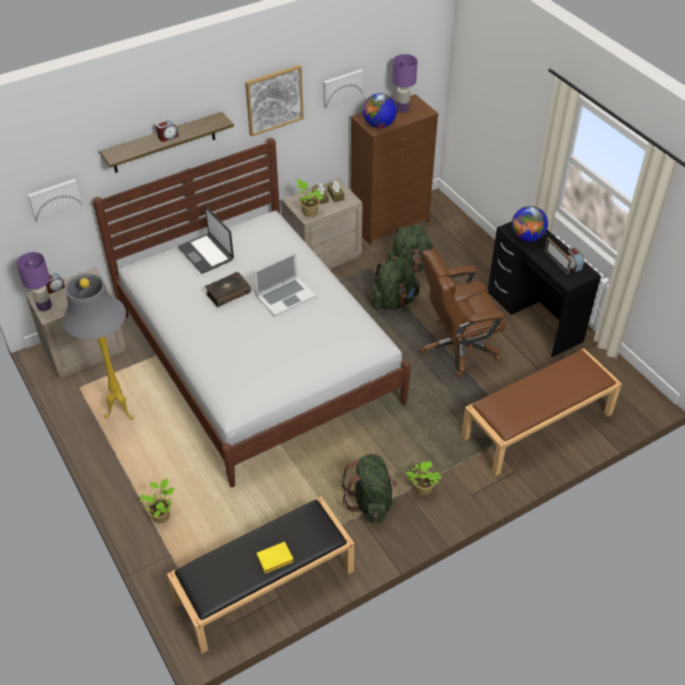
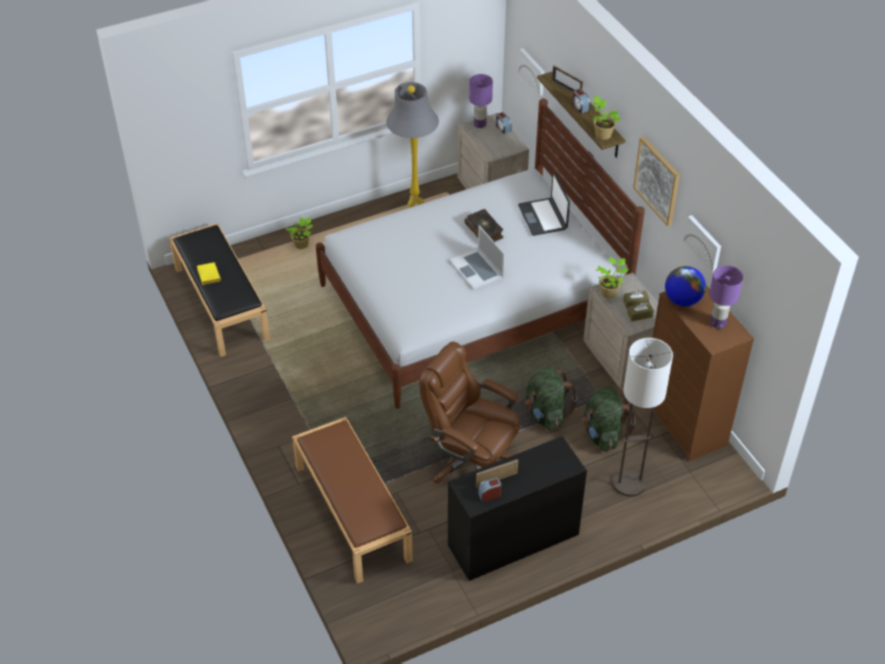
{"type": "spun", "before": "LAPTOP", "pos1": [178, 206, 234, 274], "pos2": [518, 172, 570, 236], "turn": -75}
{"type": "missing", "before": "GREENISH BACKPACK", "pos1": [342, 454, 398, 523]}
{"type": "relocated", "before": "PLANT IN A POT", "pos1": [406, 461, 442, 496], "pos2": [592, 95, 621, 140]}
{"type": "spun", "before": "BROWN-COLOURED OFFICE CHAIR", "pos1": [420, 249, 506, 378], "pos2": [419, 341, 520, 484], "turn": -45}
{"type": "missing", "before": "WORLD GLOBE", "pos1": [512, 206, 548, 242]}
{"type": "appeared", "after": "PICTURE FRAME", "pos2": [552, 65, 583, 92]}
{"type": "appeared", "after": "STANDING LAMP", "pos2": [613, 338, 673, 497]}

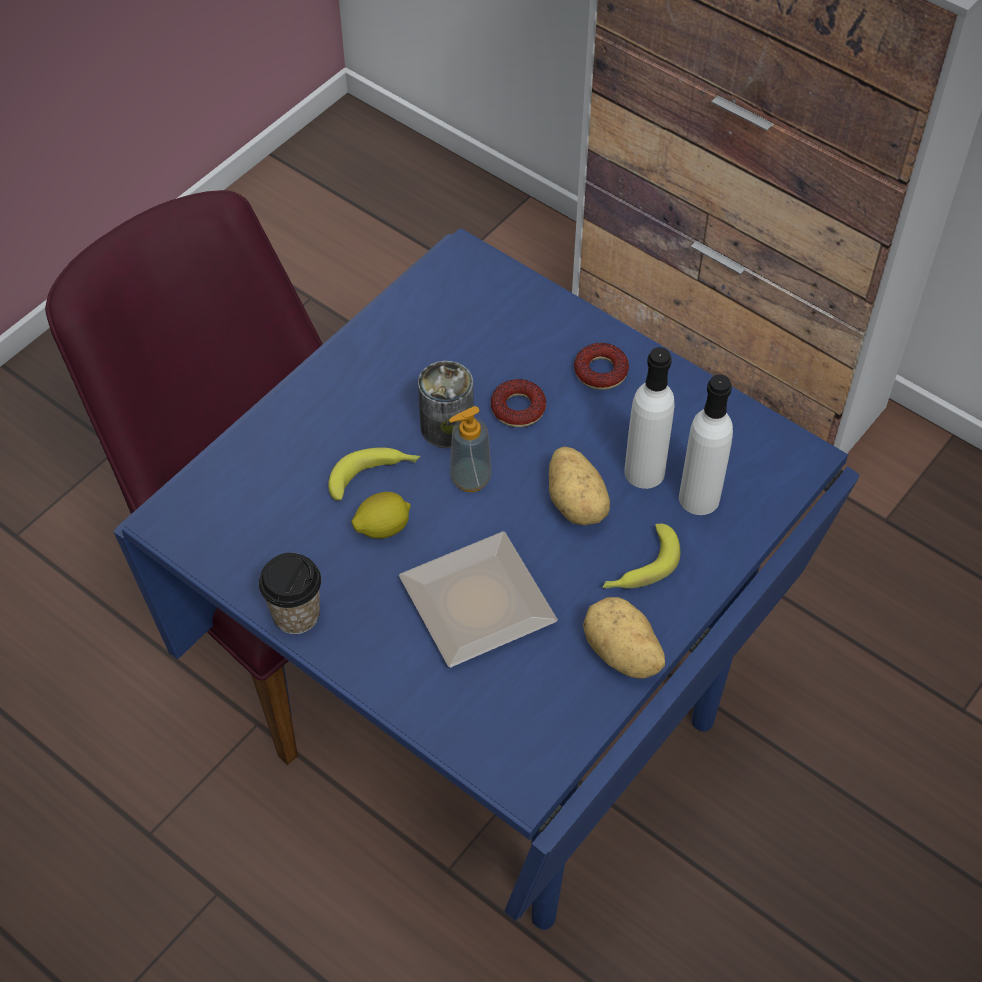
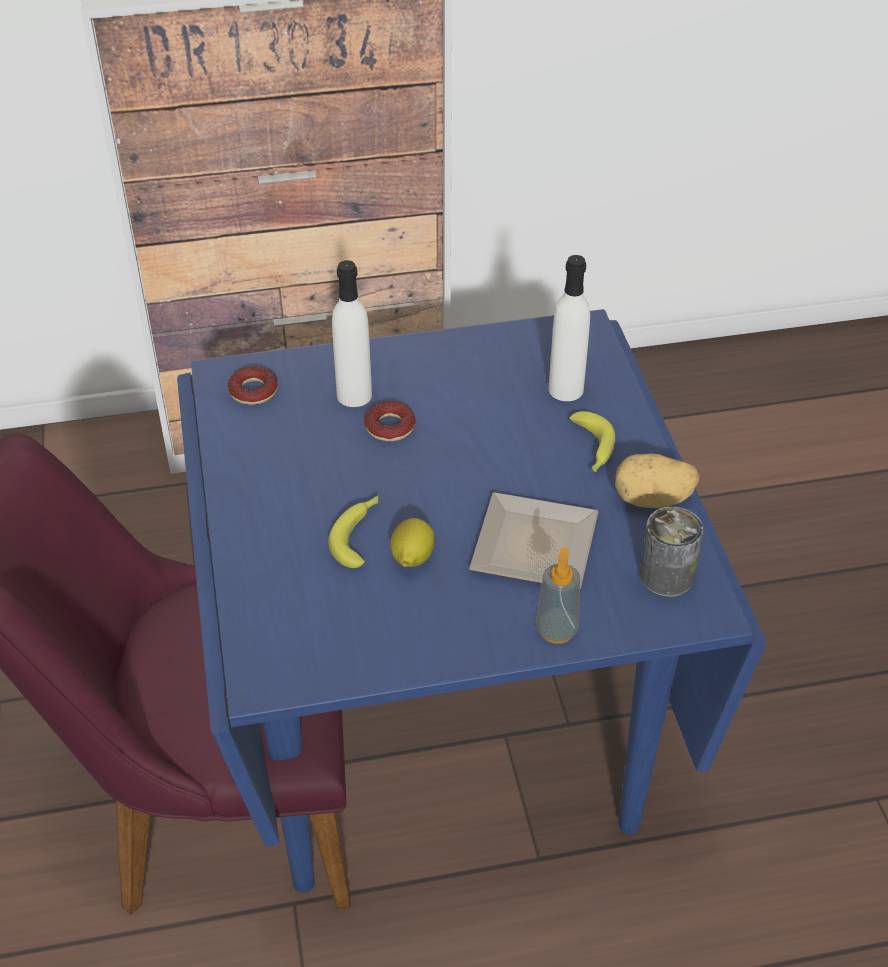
{"type": "missing", "before": "CUP", "pos1": [259, 553, 321, 634]}
{"type": "relocated", "before": "CAN", "pos1": [418, 361, 474, 448], "pos2": [640, 507, 703, 597]}
{"type": "relocated", "before": "LIQUID SOAP BOTTLE", "pos1": [449, 406, 492, 492], "pos2": [536, 548, 580, 644]}
{"type": "missing", "before": "SPUD", "pos1": [549, 446, 610, 526]}
{"type": "relocated", "before": "DOUGHNUT", "pos1": [574, 343, 629, 390], "pos2": [228, 366, 278, 405]}
{"type": "relocated", "before": "WHITE BOTTLE", "pos1": [624, 347, 674, 489], "pos2": [332, 260, 372, 407]}

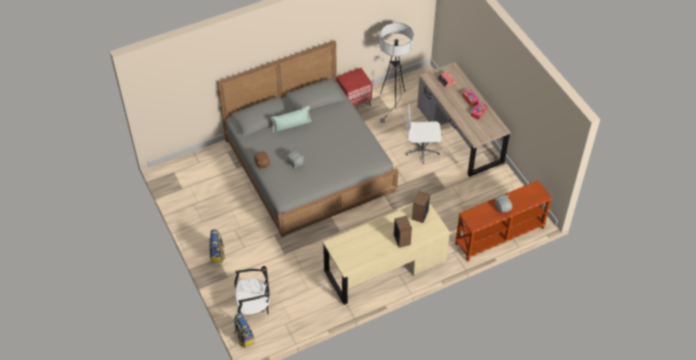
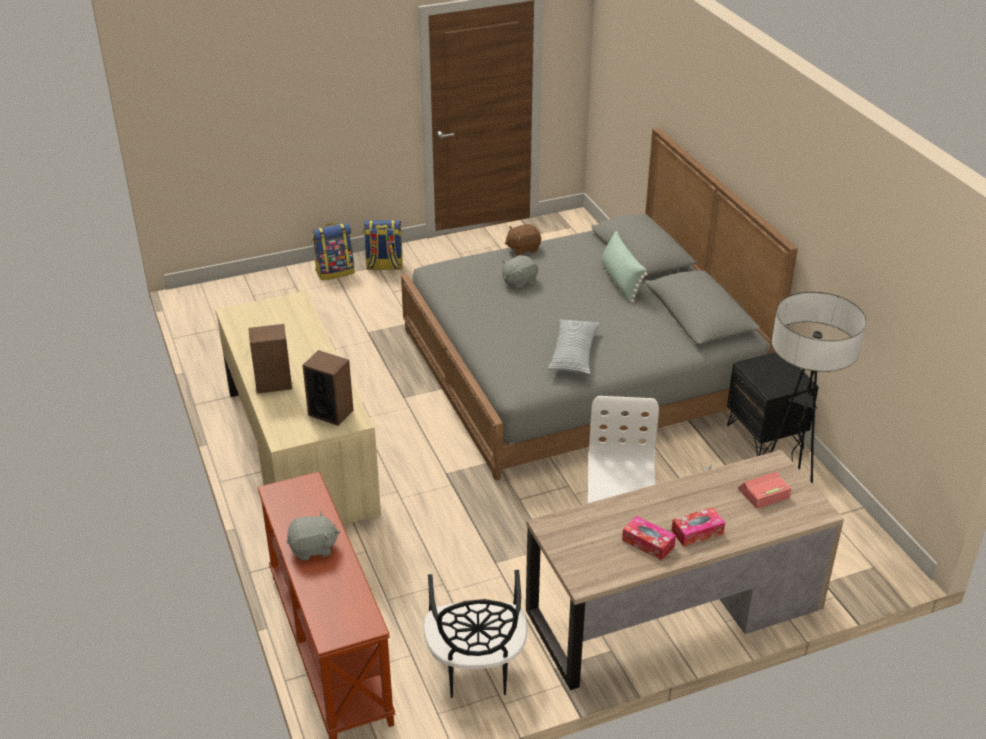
{"type": "relocated", "before": "BACKPACK", "pos1": [234, 313, 254, 348], "pos2": [313, 223, 354, 280]}
{"type": "relocated", "before": "BLACKISH CHAIR", "pos1": [235, 266, 270, 315], "pos2": [423, 570, 527, 698]}
{"type": "colour", "before": "REDDISH NIGHTSTAND", "after": "BLACKISH NIGHTSTAND", "pos1": [337, 68, 372, 106], "pos2": [727, 352, 819, 456]}
{"type": "appeared", "after": "PILLOW", "pos2": [547, 319, 600, 374]}

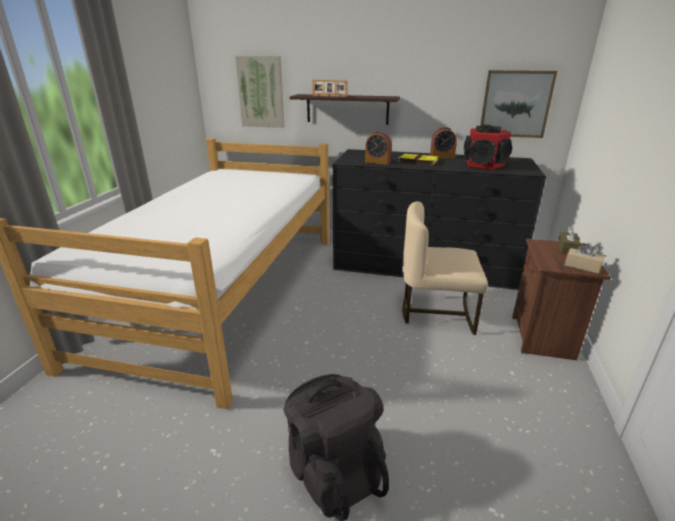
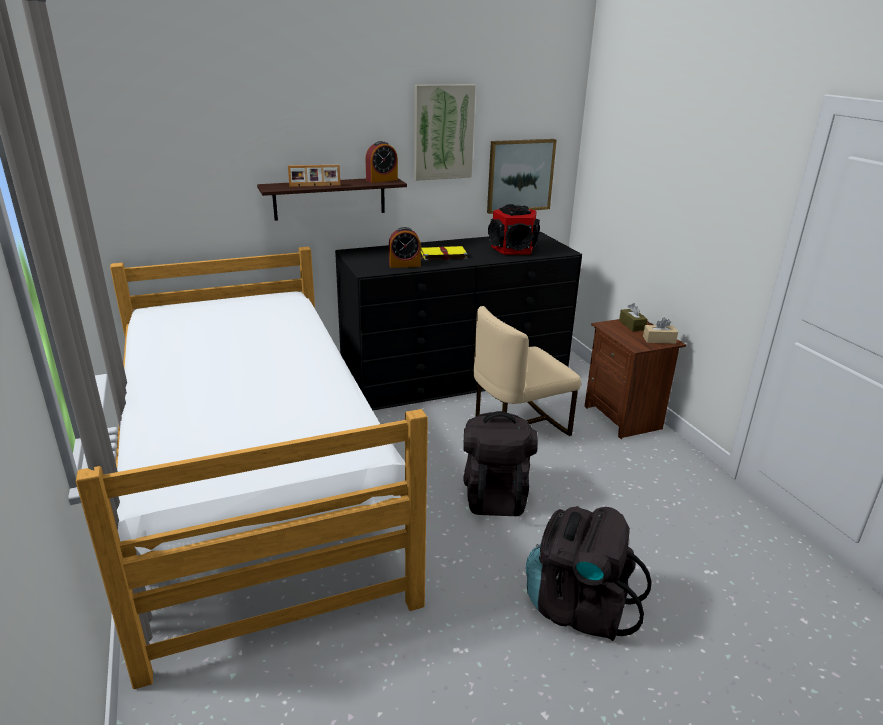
{"type": "relocated", "before": "PICTURE", "pos1": [235, 56, 284, 128], "pos2": [414, 85, 476, 181]}
{"type": "relocated", "before": "BEDSIDE CLOCK", "pos1": [430, 127, 457, 158], "pos2": [366, 141, 398, 183]}
{"type": "appeared", "after": "BLACKISH BACKPACK", "pos2": [463, 411, 538, 516]}

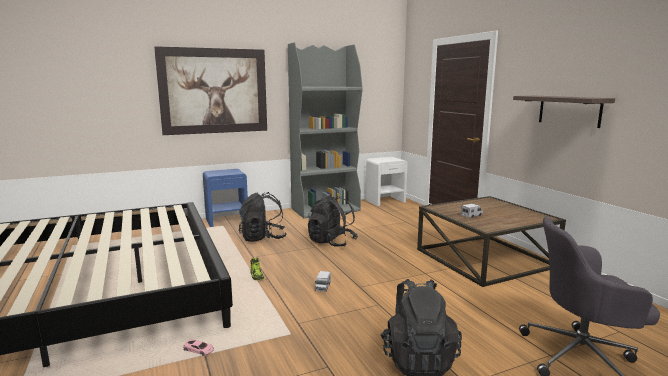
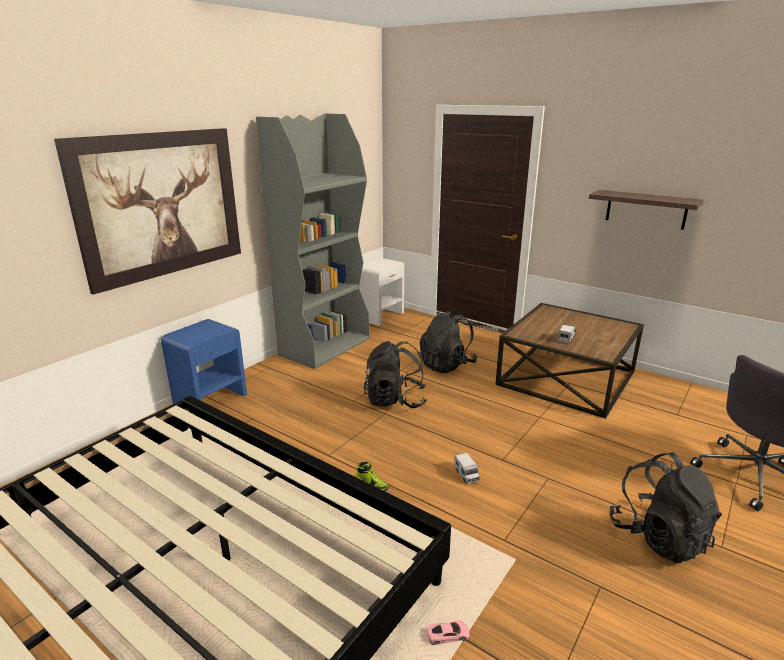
{"type": "relocated", "before": "BLACKISH BACKPACK", "pos1": [239, 192, 287, 242], "pos2": [420, 310, 478, 373]}

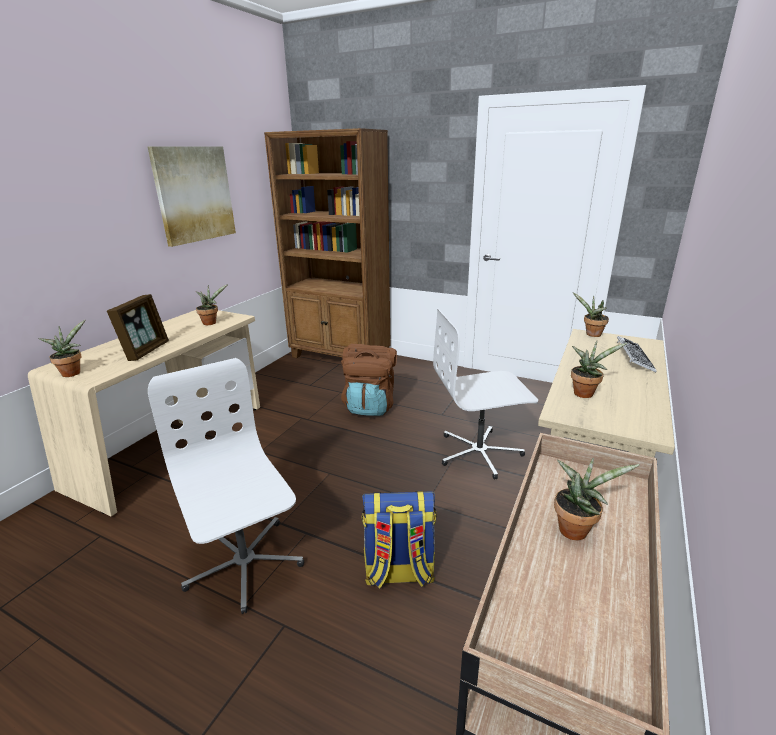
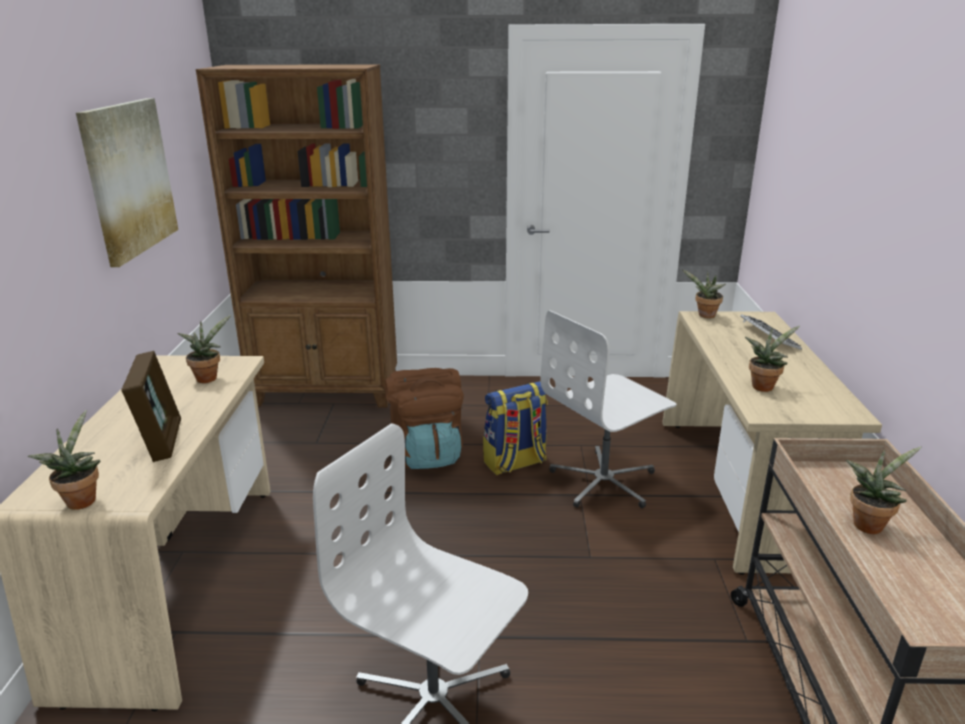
{"type": "relocated", "before": "BACKPACK", "pos1": [362, 491, 437, 588], "pos2": [483, 381, 548, 475]}

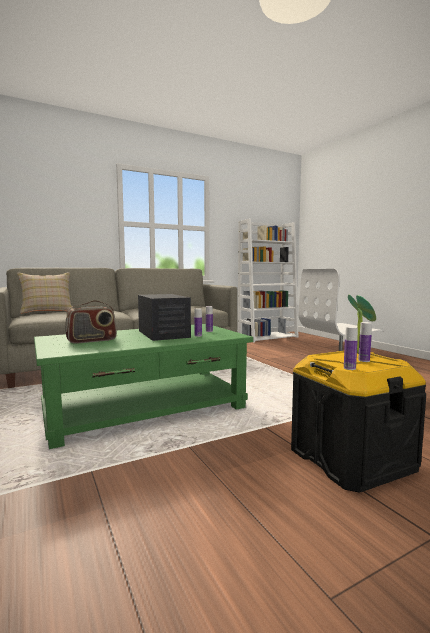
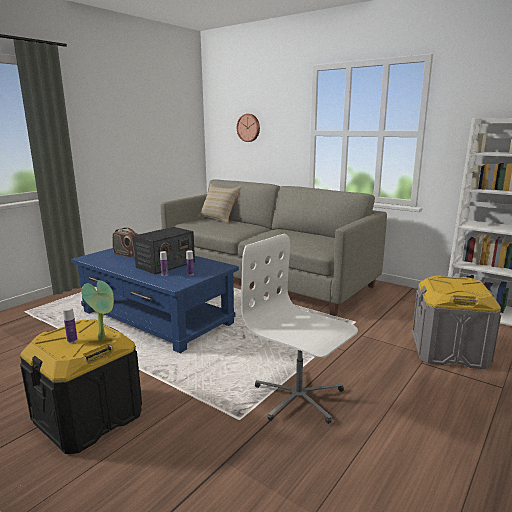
{"type": "colour", "before": "GREENISH LOW TABLE", "after": "BLUE LOW TABLE", "pos1": [34, 324, 253, 449], "pos2": [71, 248, 239, 353]}
{"type": "missing", "before": "BOTTLE", "pos1": [344, 326, 358, 370]}
{"type": "appeared", "after": "WALL CLOCK", "pos2": [237, 114, 260, 142]}
{"type": "appeared", "after": "GRAY STORAGE BIN", "pos2": [412, 275, 501, 369]}

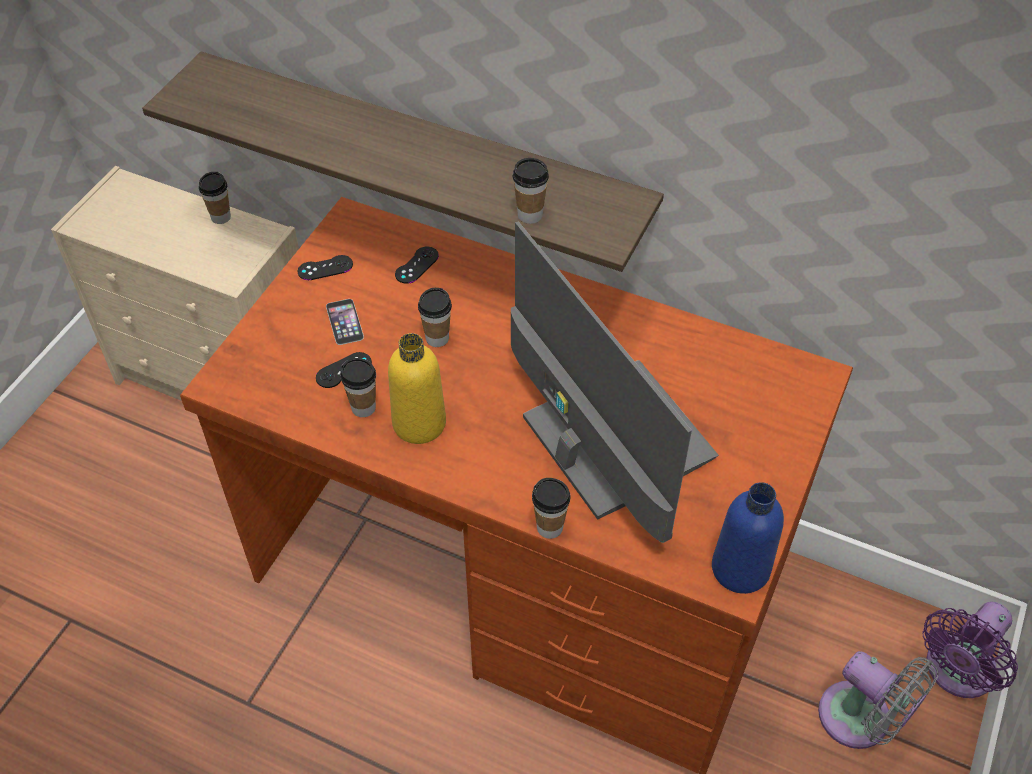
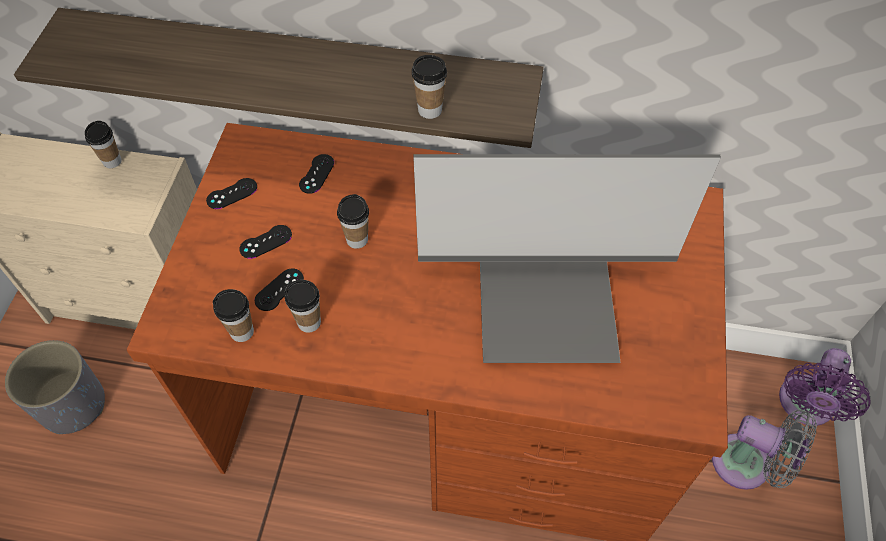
{"type": "exchanged", "before": "PHONE", "after": "BLACKISH GAMEPAD", "pos1": [326, 299, 364, 345], "pos2": [239, 225, 292, 259]}
{"type": "missing", "before": "YELLOW BOTTLE", "pos1": [388, 333, 446, 444]}
{"type": "spun", "before": "MONITOR", "pos1": [511, 221, 719, 543], "pos2": [413, 154, 721, 363], "turn": 135}
{"type": "relocated", "before": "CUP", "pos1": [532, 478, 571, 539], "pos2": [213, 289, 254, 342]}
{"type": "missing", "before": "BLUE BOTTLE", "pos1": [712, 482, 784, 594]}
{"type": "appeared", "after": "GRAY PLANT POT", "pos2": [5, 340, 105, 434]}

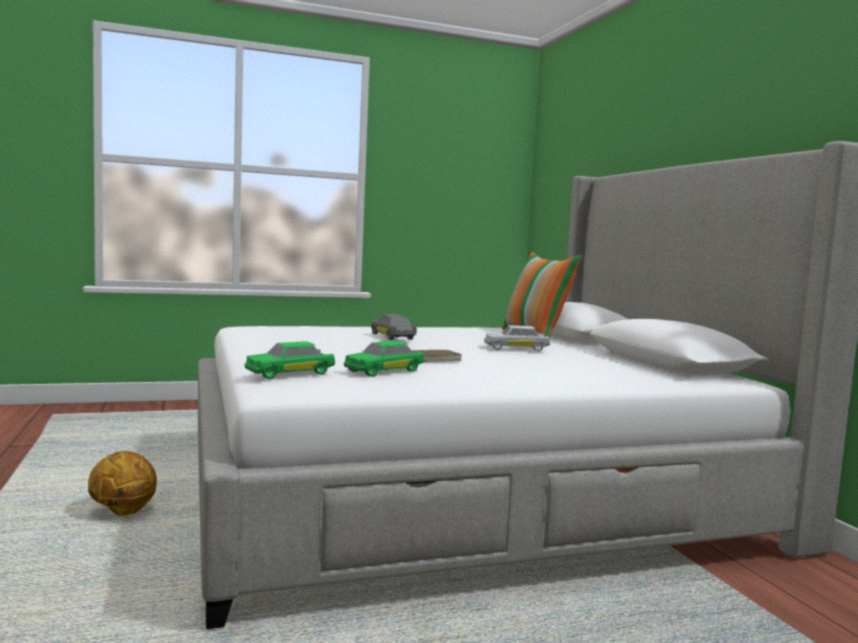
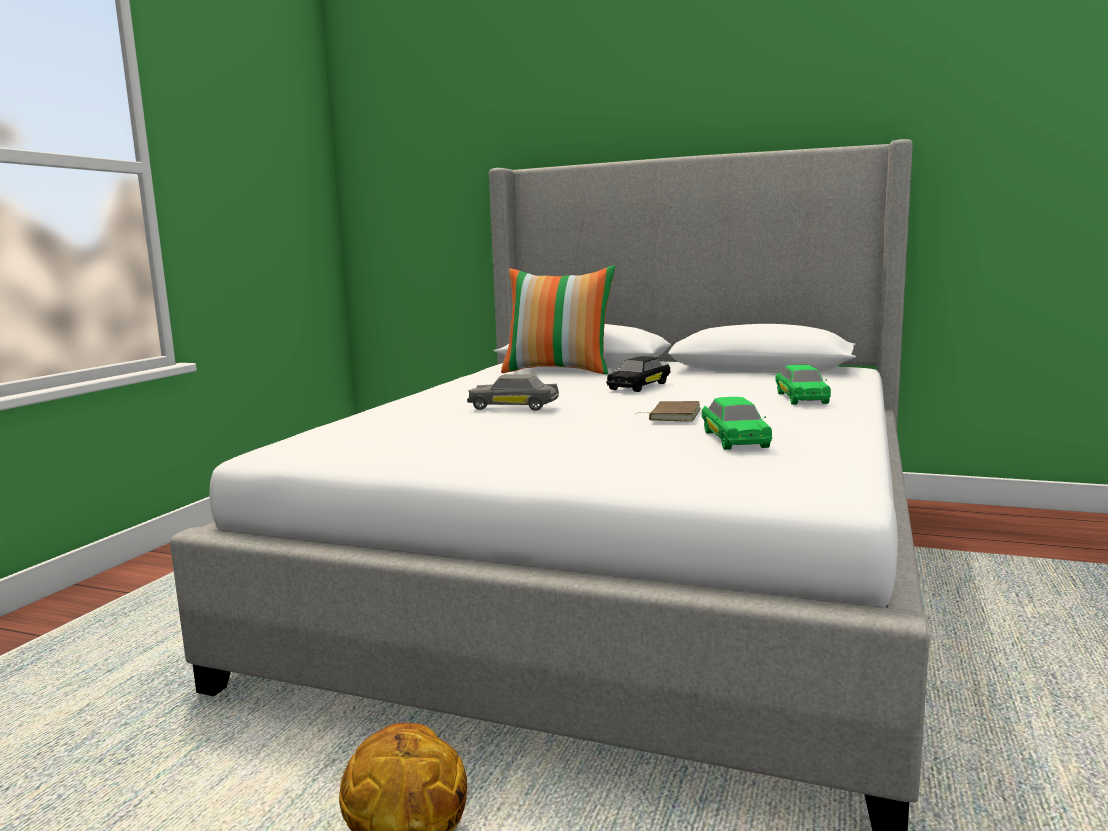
{"type": "relocated", "before": "GREENISH TOY CAR", "pos1": [245, 341, 335, 379], "pos2": [775, 365, 831, 405]}
{"type": "colour", "before": "WHITE TOY CAR", "after": "BLACKISH TOY CAR", "pos1": [484, 325, 550, 351], "pos2": [606, 356, 670, 392]}

